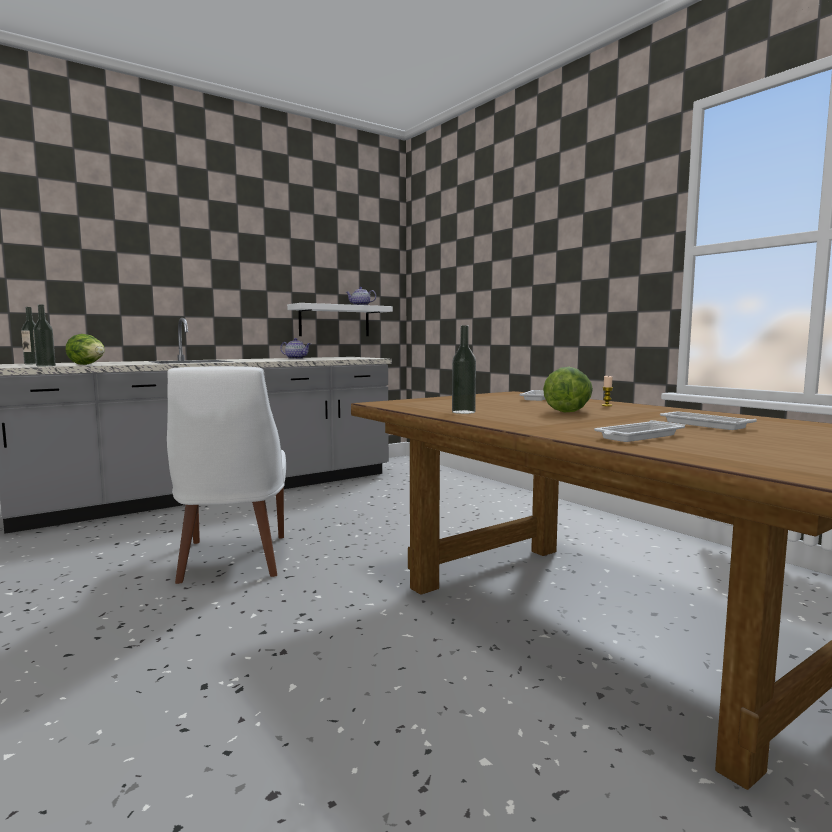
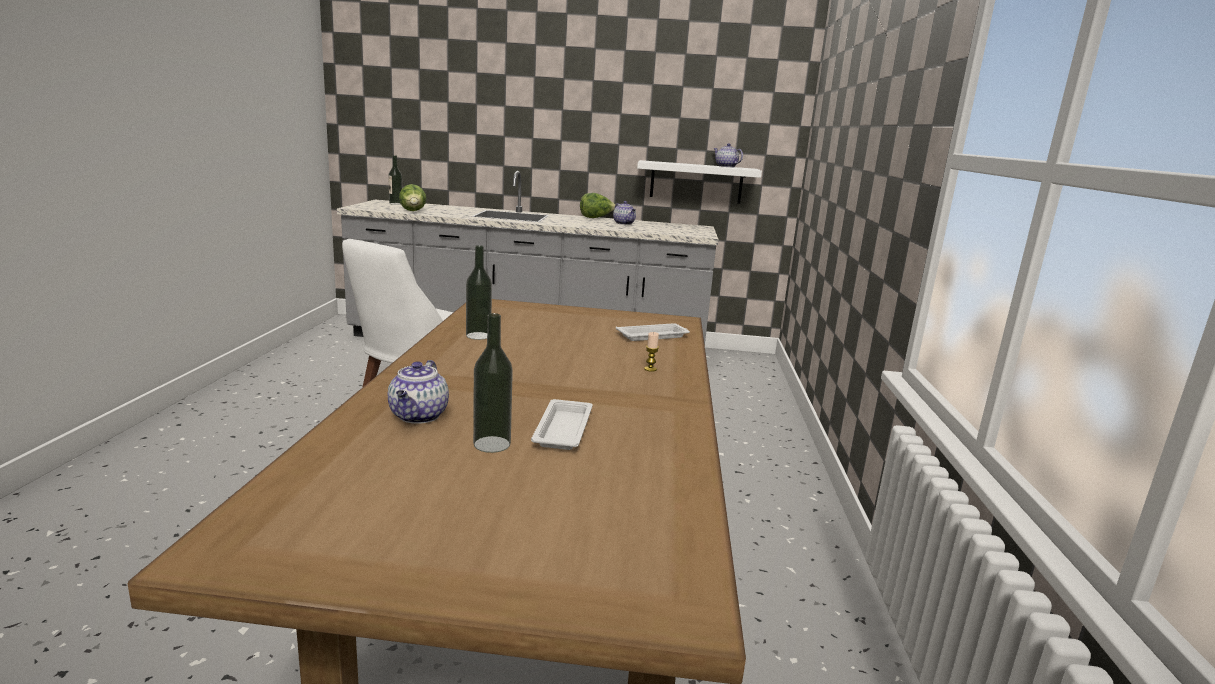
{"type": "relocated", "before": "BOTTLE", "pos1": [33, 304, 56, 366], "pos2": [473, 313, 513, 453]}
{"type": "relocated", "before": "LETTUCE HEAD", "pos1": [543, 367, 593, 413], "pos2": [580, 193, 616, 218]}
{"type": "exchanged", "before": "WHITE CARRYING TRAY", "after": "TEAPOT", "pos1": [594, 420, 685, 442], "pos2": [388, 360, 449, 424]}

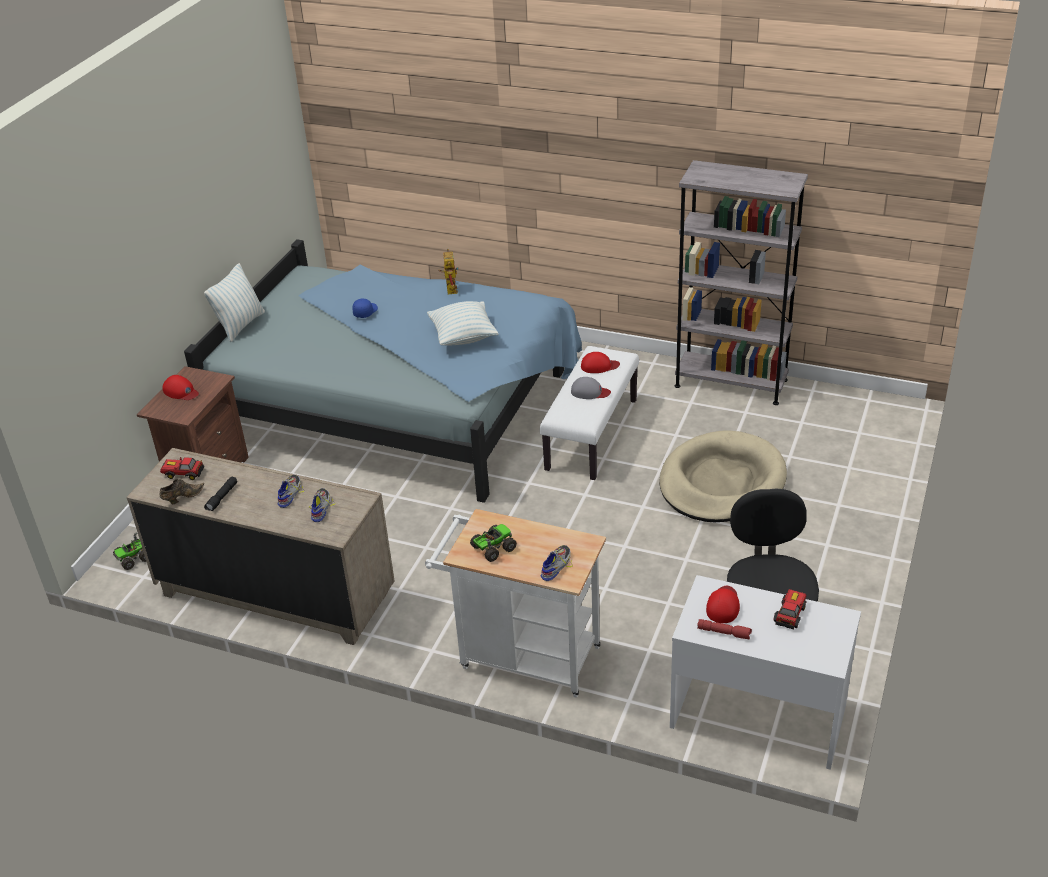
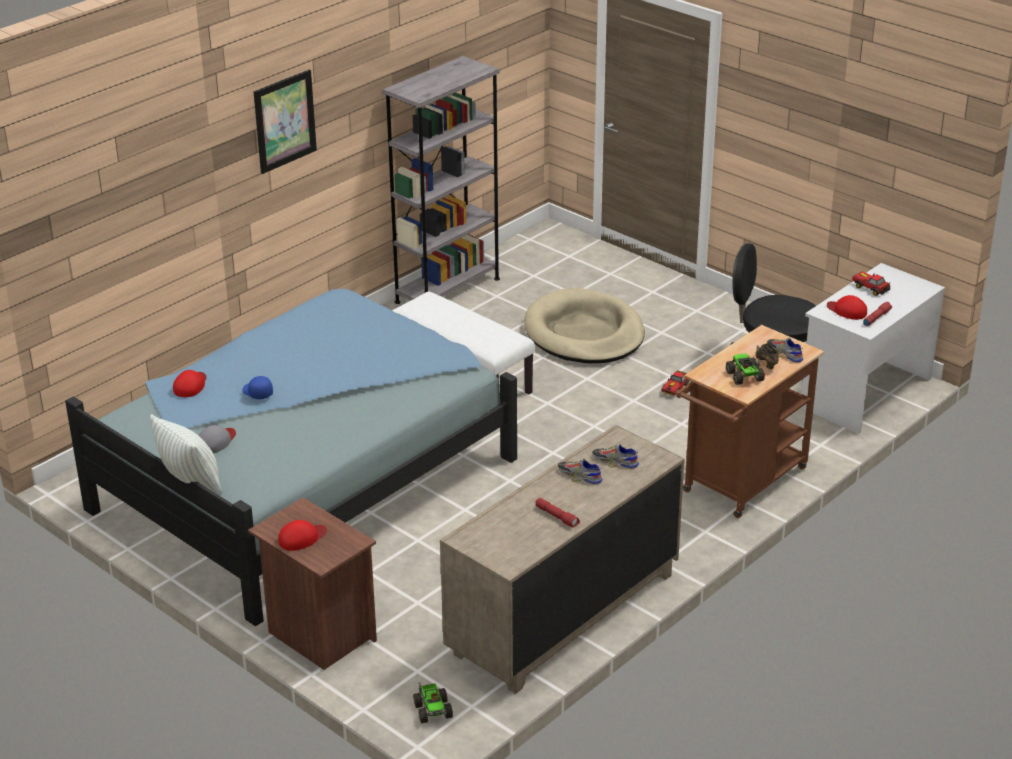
{"type": "relocated", "before": "BROWN-COLOURED LOW SHOE", "pos1": [159, 479, 204, 504], "pos2": [755, 343, 779, 369]}
{"type": "relocated", "before": "TOY CAR", "pos1": [160, 457, 204, 480], "pos2": [661, 370, 690, 395]}
{"type": "colour", "before": "BLACKISH HAND TORCH", "after": "REDDISH HAND TORCH", "pos1": [204, 476, 237, 511], "pos2": [536, 498, 580, 528]}
{"type": "colour", "before": "WHITE CART", "after": "BROWN-COLOURED CART", "pos1": [425, 509, 606, 698], "pos2": [675, 325, 824, 518]}
{"type": "missing", "before": "PILLOW", "pos1": [427, 301, 499, 346]}
{"type": "missing", "before": "ROBOT FIGURE", "pos1": [438, 249, 458, 294]}
{"type": "relocated", "before": "GRAY BASEBALL CAP", "pos1": [571, 377, 611, 399], "pos2": [198, 425, 236, 453]}
{"type": "relocated", "before": "REDDISH BASEBALL CAP", "pos1": [581, 352, 620, 373], "pos2": [173, 370, 207, 397]}
{"type": "appeared", "after": "PICTURE", "pos2": [254, 69, 317, 174]}

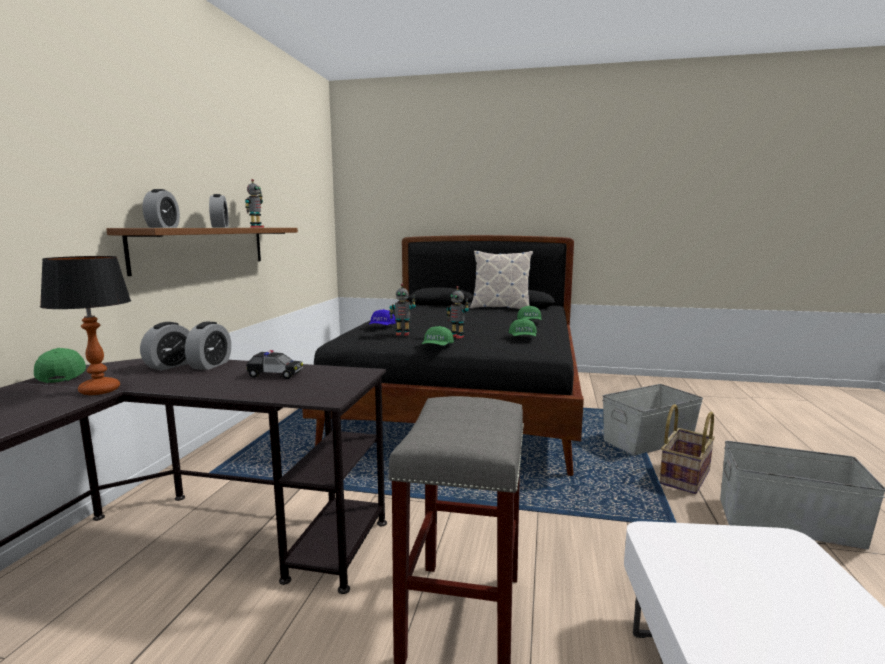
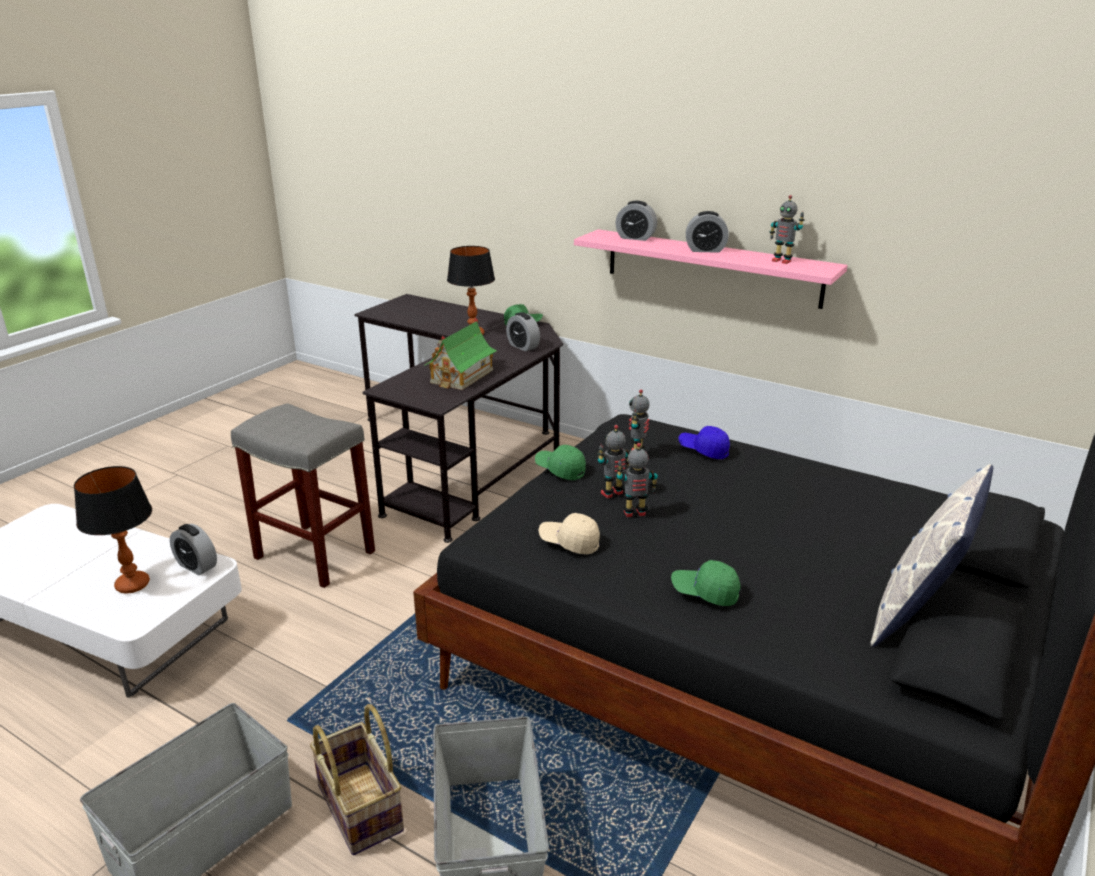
{"type": "colour", "before": "BROWN-COLOURED SHELF", "after": "PINK-COLOURED SHELF", "pos1": [106, 228, 298, 276], "pos2": [574, 229, 848, 309]}
{"type": "relocated", "before": "BEDSIDE CLOCK", "pos1": [185, 322, 231, 370], "pos2": [170, 524, 217, 575]}
{"type": "exchanged", "before": "TOY CAR", "after": "TOY HOUSE", "pos1": [246, 350, 303, 379], "pos2": [424, 318, 497, 390]}
{"type": "colour", "before": "GREENISH BASEBALL CAP", "after": "SAND-COLOURED BASEBALL CAP", "pos1": [509, 319, 537, 336], "pos2": [539, 513, 600, 554]}
{"type": "appeared", "after": "LAMP FOR A TABLE", "pos2": [74, 466, 152, 593]}
{"type": "appeared", "after": "ROBOT FIGURE", "pos2": [617, 443, 658, 517]}

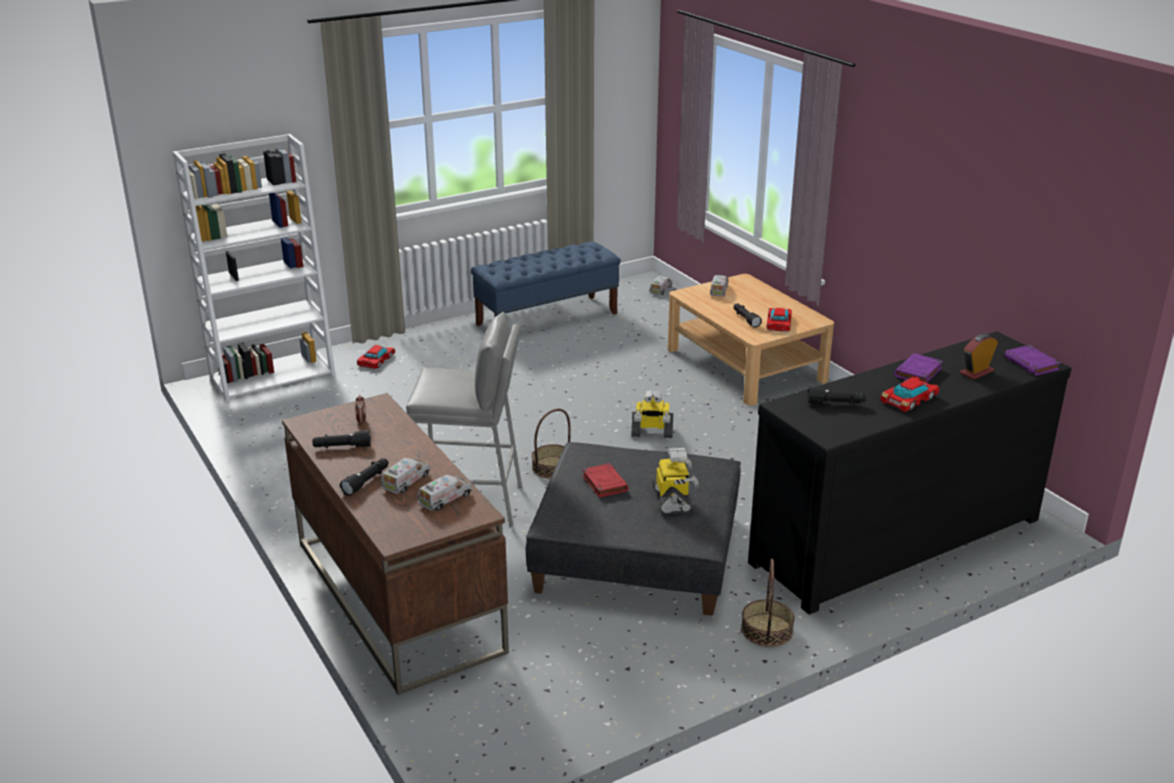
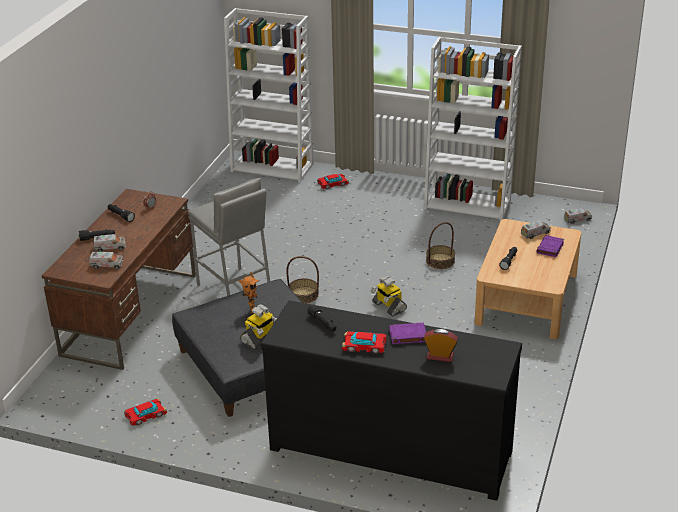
{"type": "exchanged", "before": "BLUE BENCH", "after": "WHITE BOOKCASE", "pos1": [471, 241, 621, 326], "pos2": [424, 37, 522, 221]}
{"type": "exchanged", "before": "REDDISH BOOK", "after": "ROBOT FIGURE", "pos1": [582, 463, 629, 498], "pos2": [239, 272, 259, 314]}
{"type": "relocated", "before": "STORAGE BASKET", "pos1": [741, 559, 795, 647], "pos2": [426, 222, 455, 269]}
{"type": "relocated", "before": "TOY CAR", "pos1": [766, 307, 792, 333], "pos2": [124, 398, 167, 426]}
{"type": "relocated", "before": "PURPLISH BOOK", "pos1": [1004, 345, 1061, 376], "pos2": [536, 235, 564, 257]}

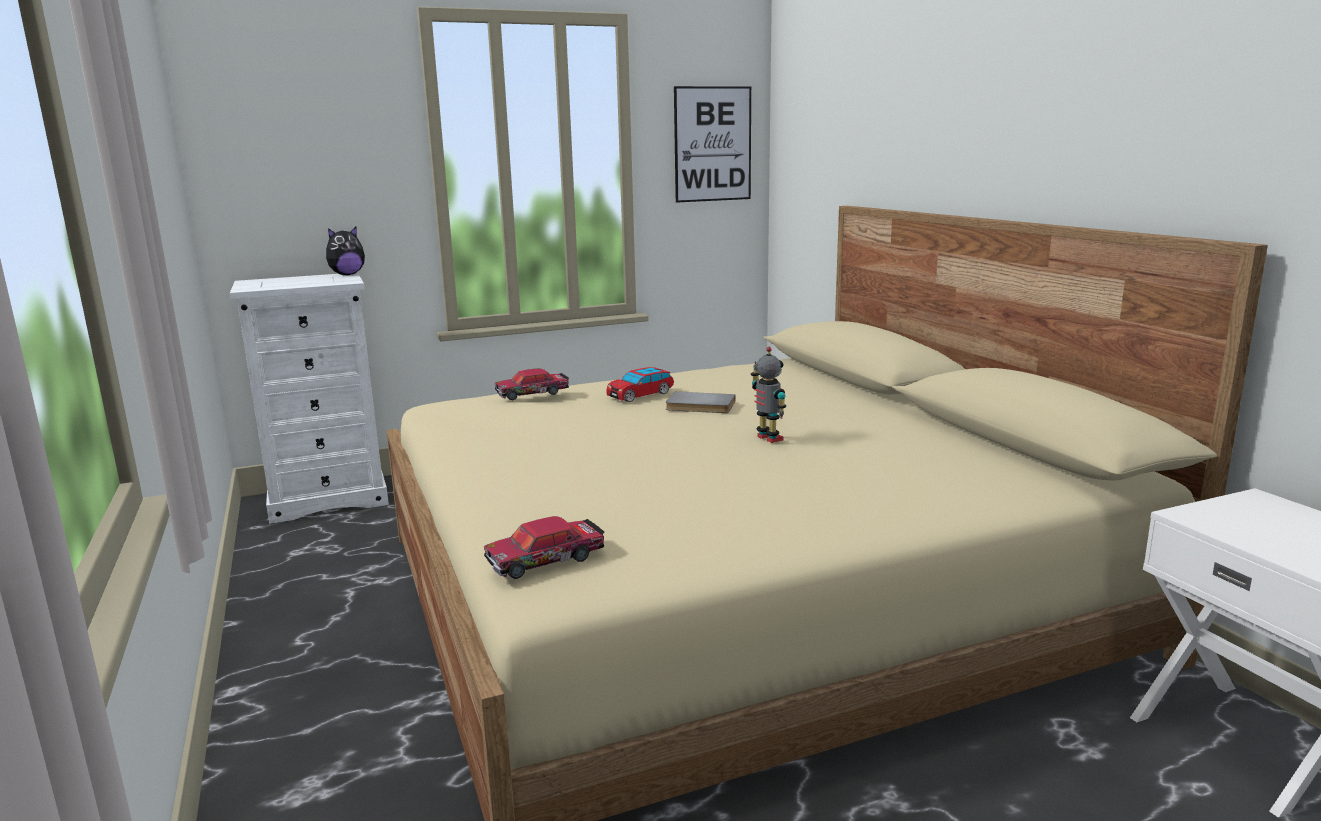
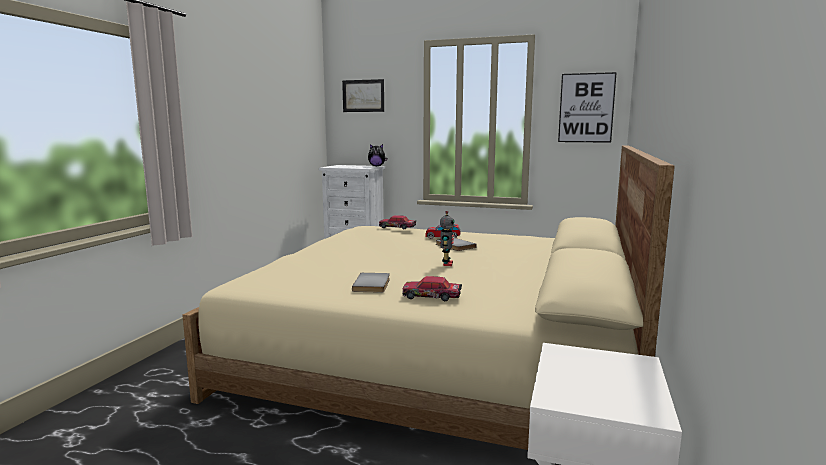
{"type": "relocated", "before": "TOY CAR", "pos1": [484, 516, 604, 579], "pos2": [402, 276, 462, 301]}
{"type": "appeared", "after": "PICTURE", "pos2": [342, 79, 384, 112]}
{"type": "appeared", "after": "GRAY BOOK", "pos2": [352, 273, 390, 293]}

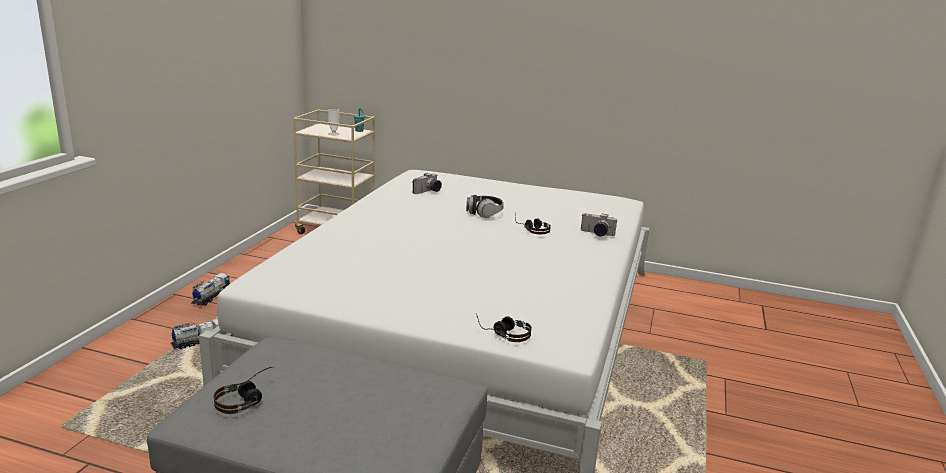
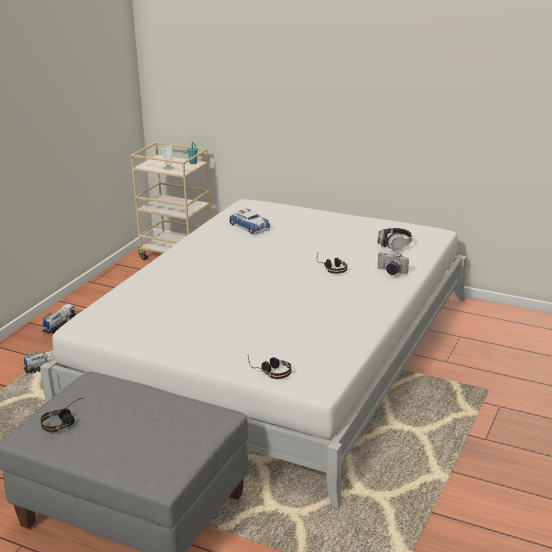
{"type": "exchanged", "before": "STILL CAMERA", "after": "TOY CAR", "pos1": [412, 173, 442, 194], "pos2": [229, 209, 270, 234]}
{"type": "relocated", "before": "HEADPHONES", "pos1": [466, 195, 504, 218], "pos2": [378, 228, 412, 250]}

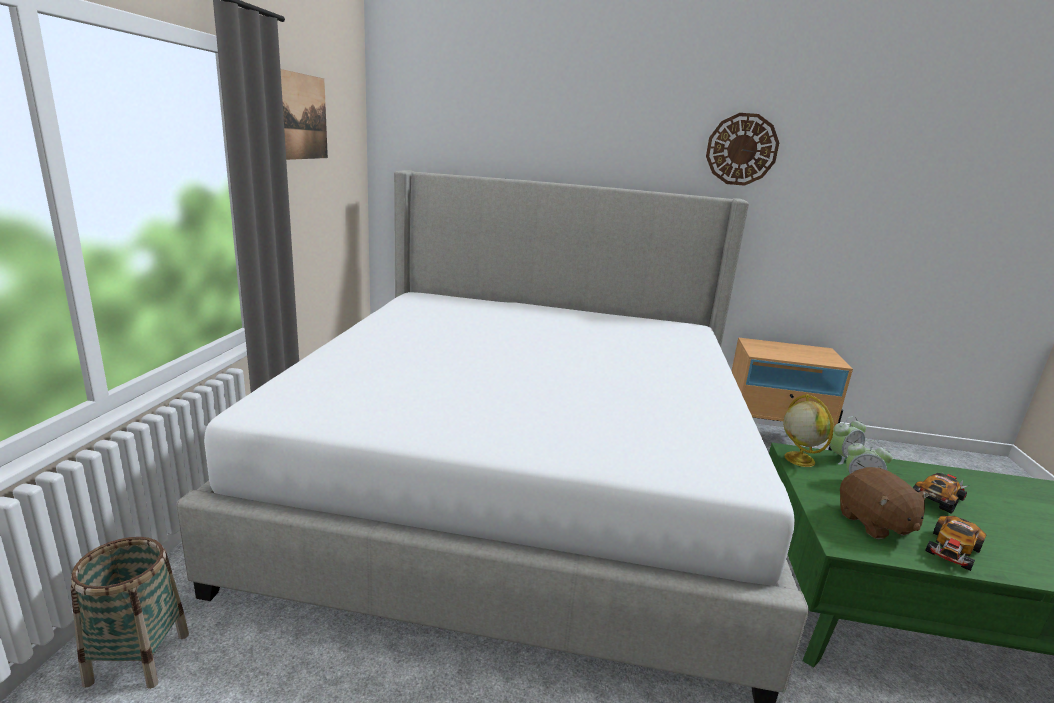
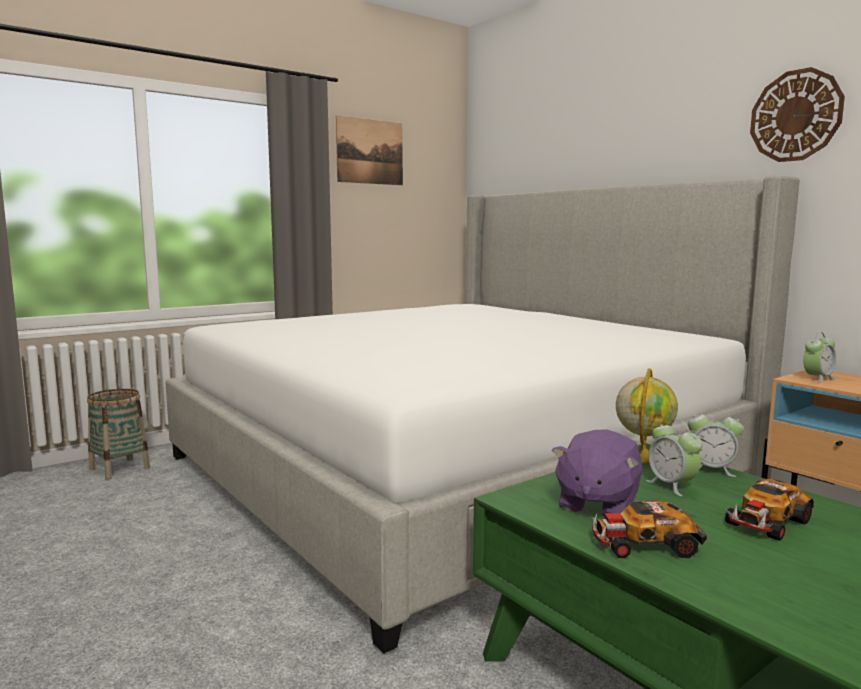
{"type": "colour", "before": "BROWN-COLOURED SOFT TOY", "after": "PURPLISH SOFT TOY", "pos1": [840, 467, 930, 540], "pos2": [552, 429, 642, 516]}
{"type": "spun", "before": "TOY CAR", "pos1": [913, 472, 967, 514], "pos2": [724, 479, 814, 541], "turn": 135}
{"type": "appeared", "after": "BEDSIDE CLOCK", "pos2": [803, 332, 836, 383]}

